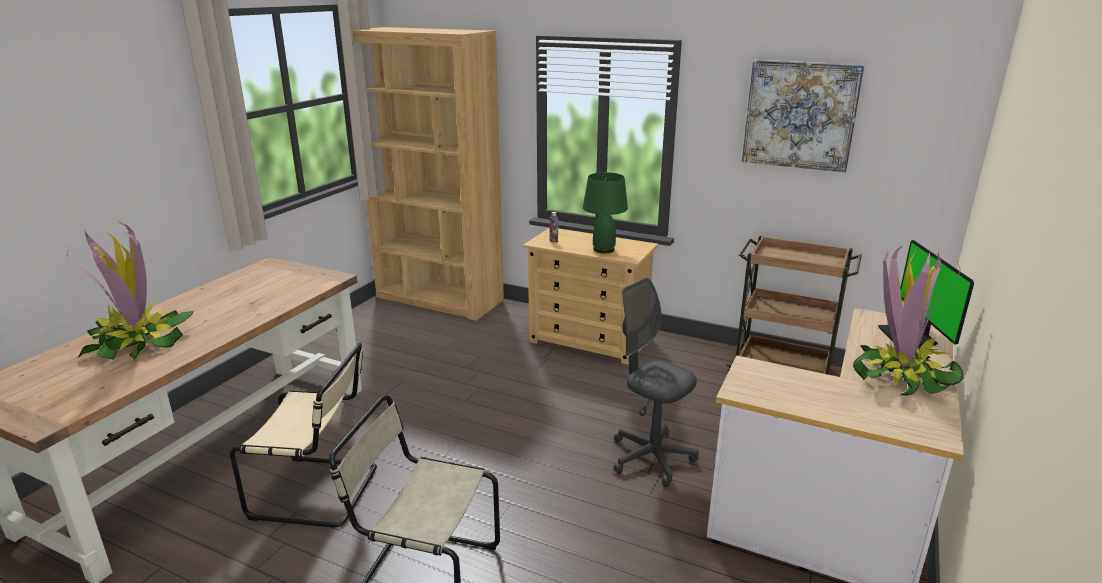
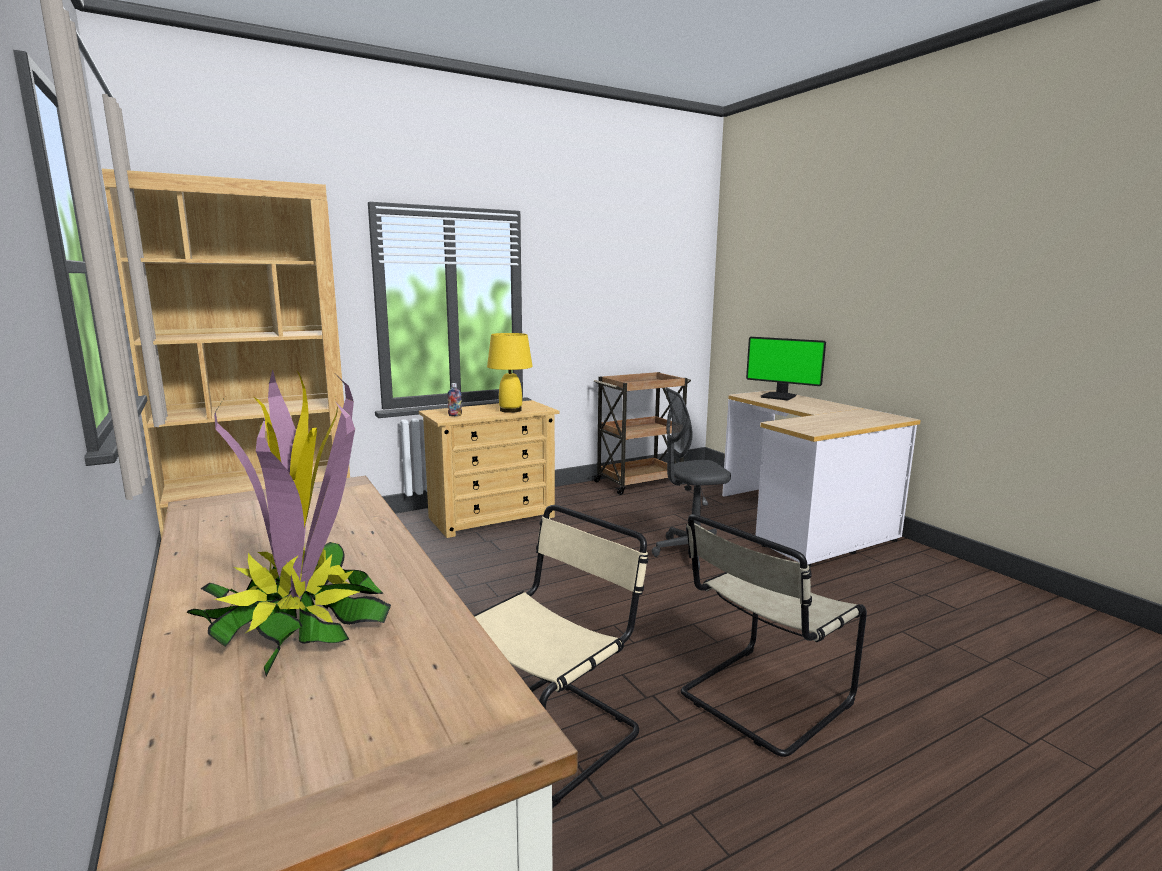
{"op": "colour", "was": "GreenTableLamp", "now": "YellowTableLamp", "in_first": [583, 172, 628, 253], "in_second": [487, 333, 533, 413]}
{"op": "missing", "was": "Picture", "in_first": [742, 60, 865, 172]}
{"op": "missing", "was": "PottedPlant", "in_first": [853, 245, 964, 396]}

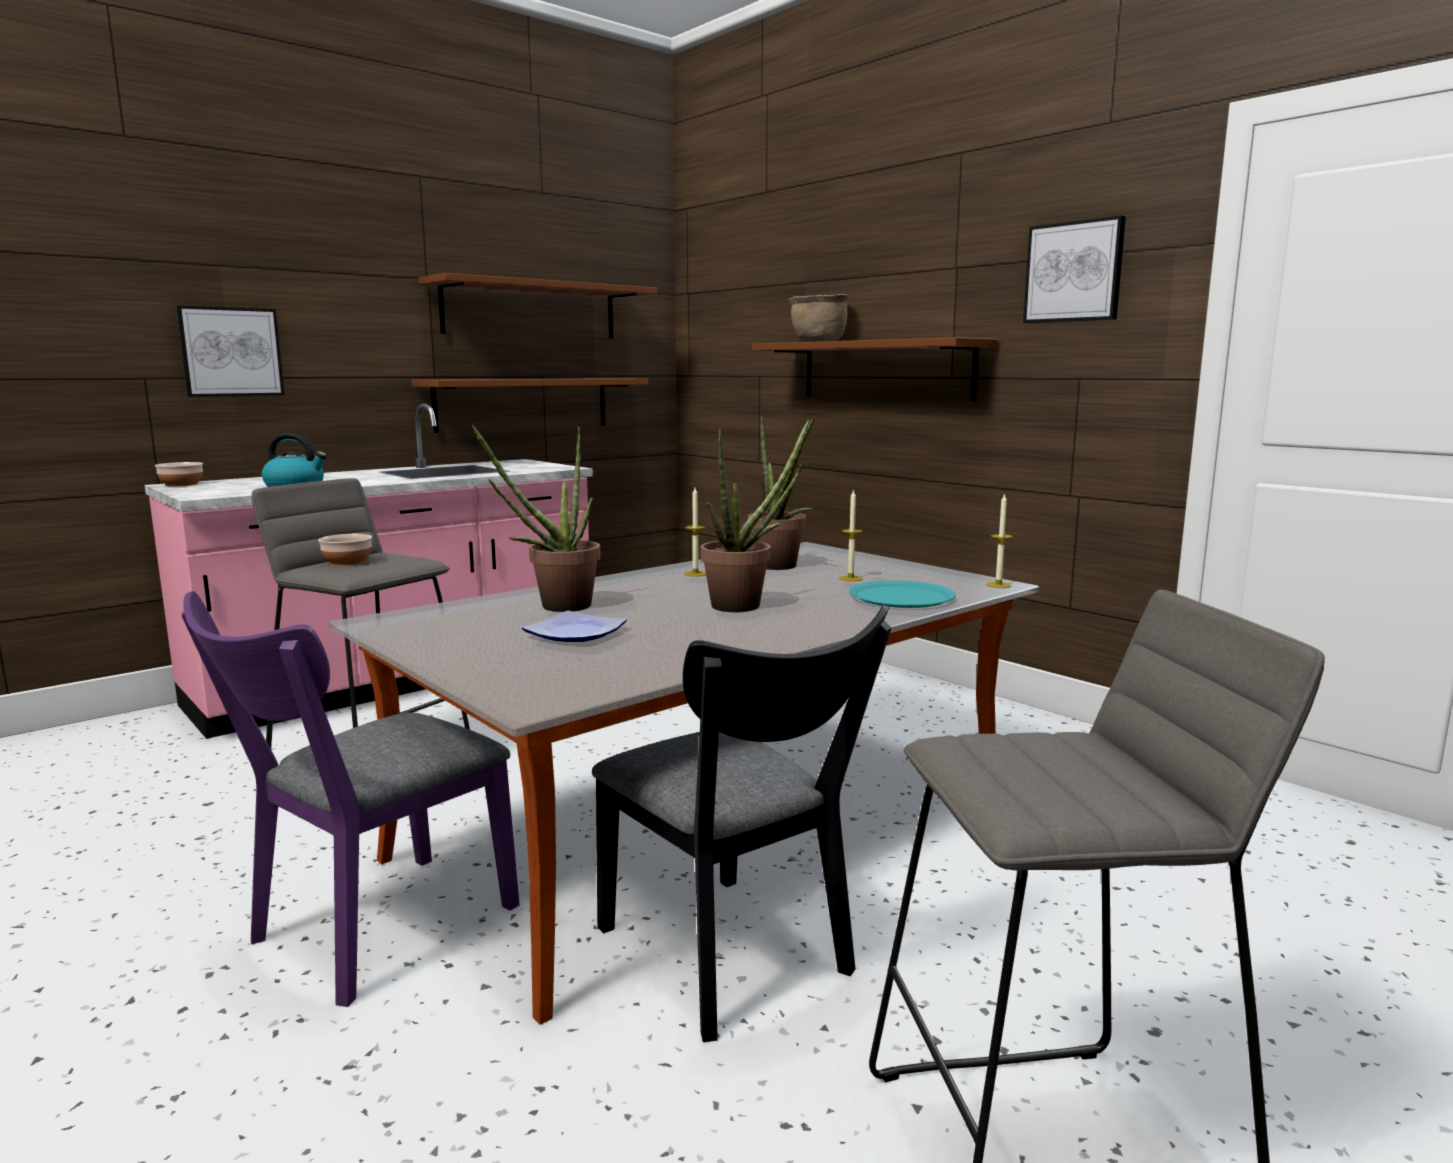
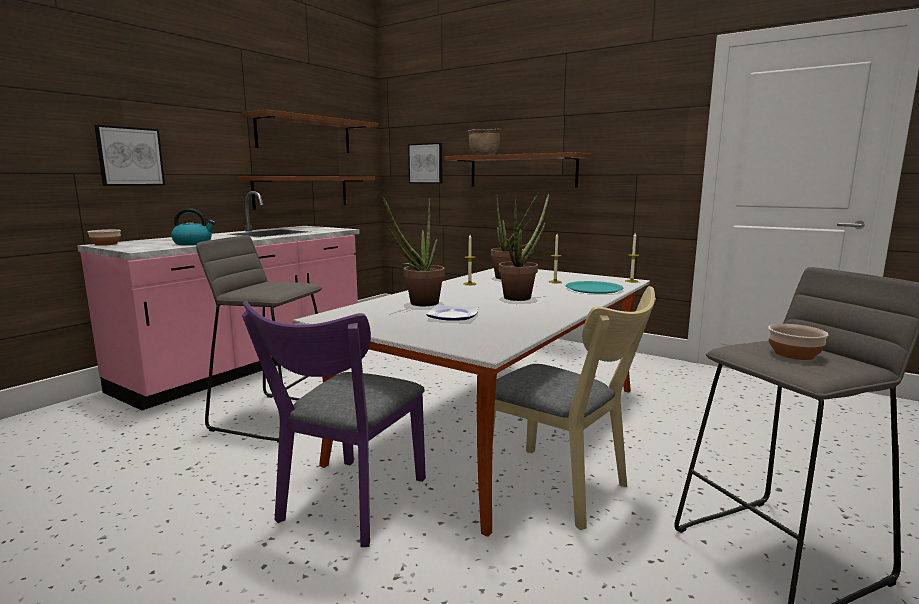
{"op": "relocated", "was": "Picture", "in_first": [1023, 215, 1126, 323], "in_second": [408, 143, 442, 184]}
{"op": "colour", "was": "BlackChair", "now": "BeigeChair", "in_first": [592, 605, 891, 1042], "in_second": [493, 286, 656, 530]}
{"op": "relocated", "was": "Bowl", "in_first": [318, 534, 372, 565], "in_second": [768, 324, 828, 360]}

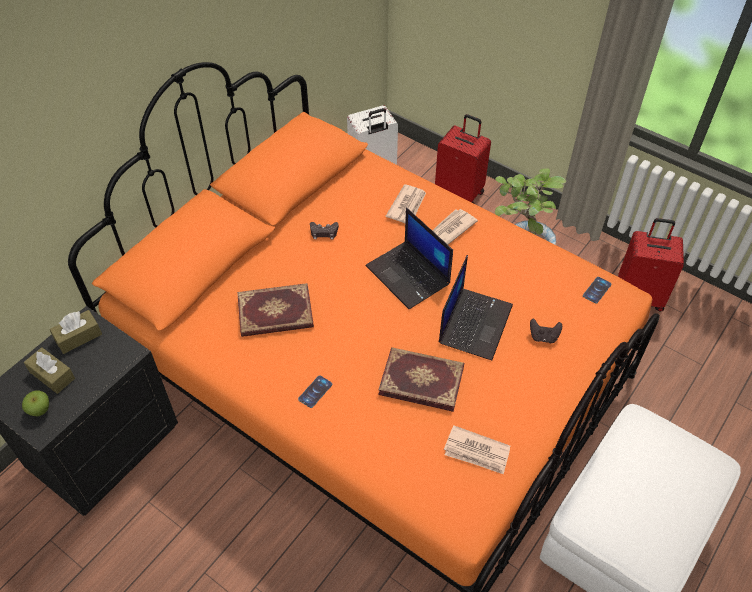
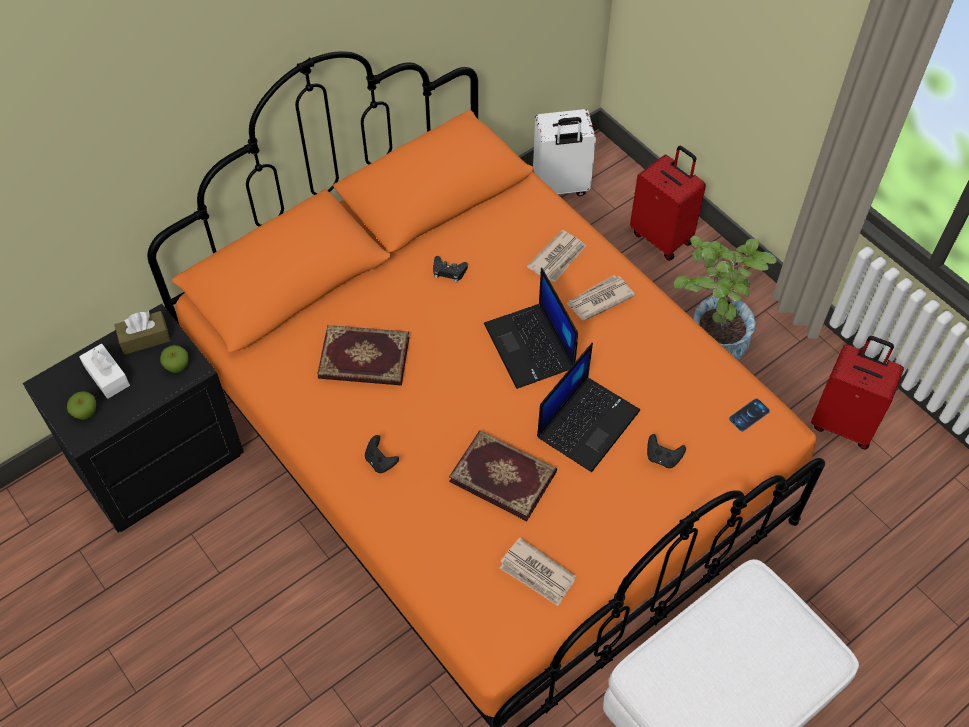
{"op": "colour", "was": "BrownTissueBox", "now": "WhiteTissueBox", "in_first": [24, 347, 75, 394], "in_second": [79, 344, 130, 399]}
{"op": "appeared", "now": "Apple", "in_second": [160, 345, 188, 373]}
{"op": "exchanged", "was": "Phone", "now": "BlackGameController", "in_first": [298, 375, 332, 408], "in_second": [365, 435, 399, 473]}

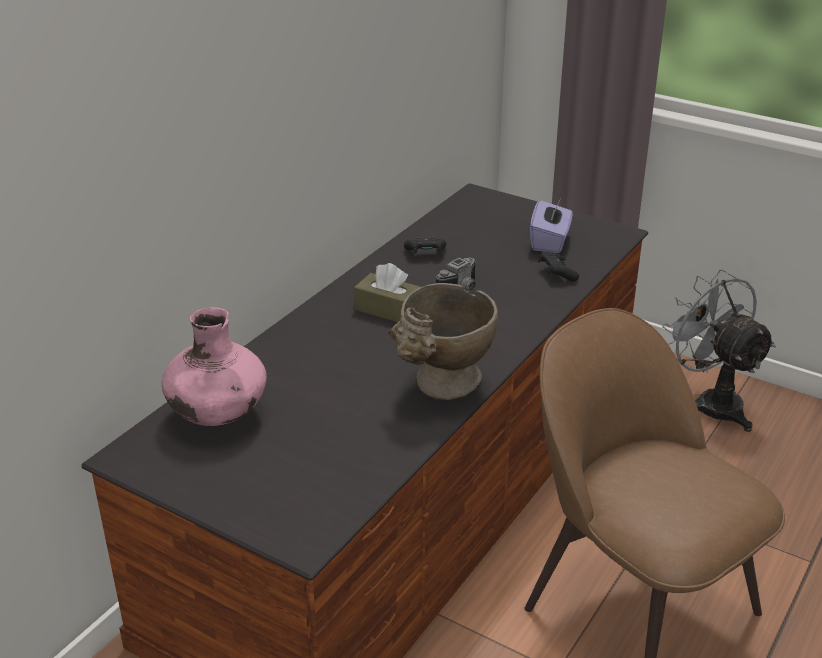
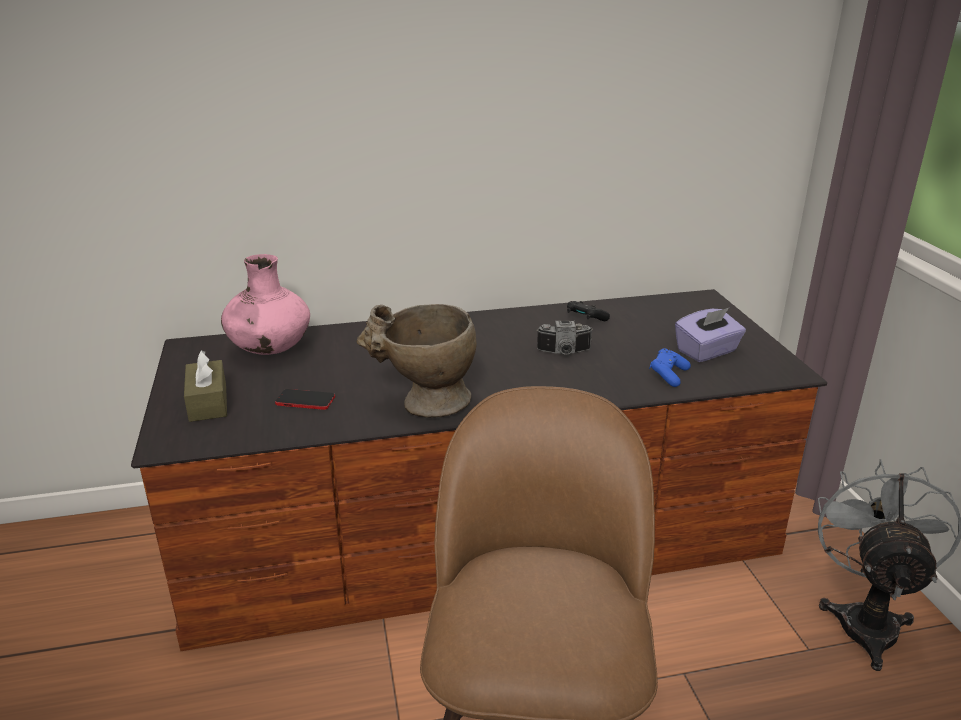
{"op": "relocated", "was": "BrownTissueBox", "in_first": [354, 263, 420, 322], "in_second": [184, 350, 227, 422]}
{"op": "appeared", "now": "Phone", "in_second": [275, 389, 335, 410]}
{"op": "colour", "was": "BlackGameController", "now": "BlueGameController", "in_first": [538, 251, 579, 282], "in_second": [649, 348, 691, 387]}

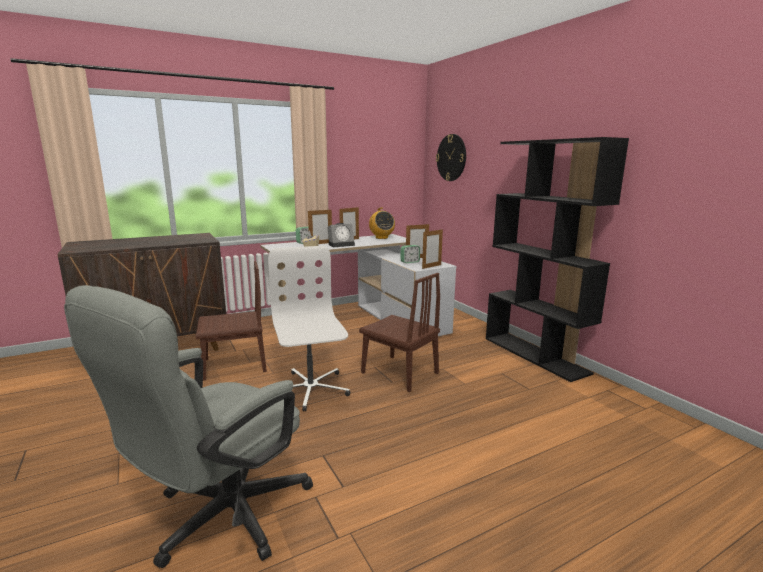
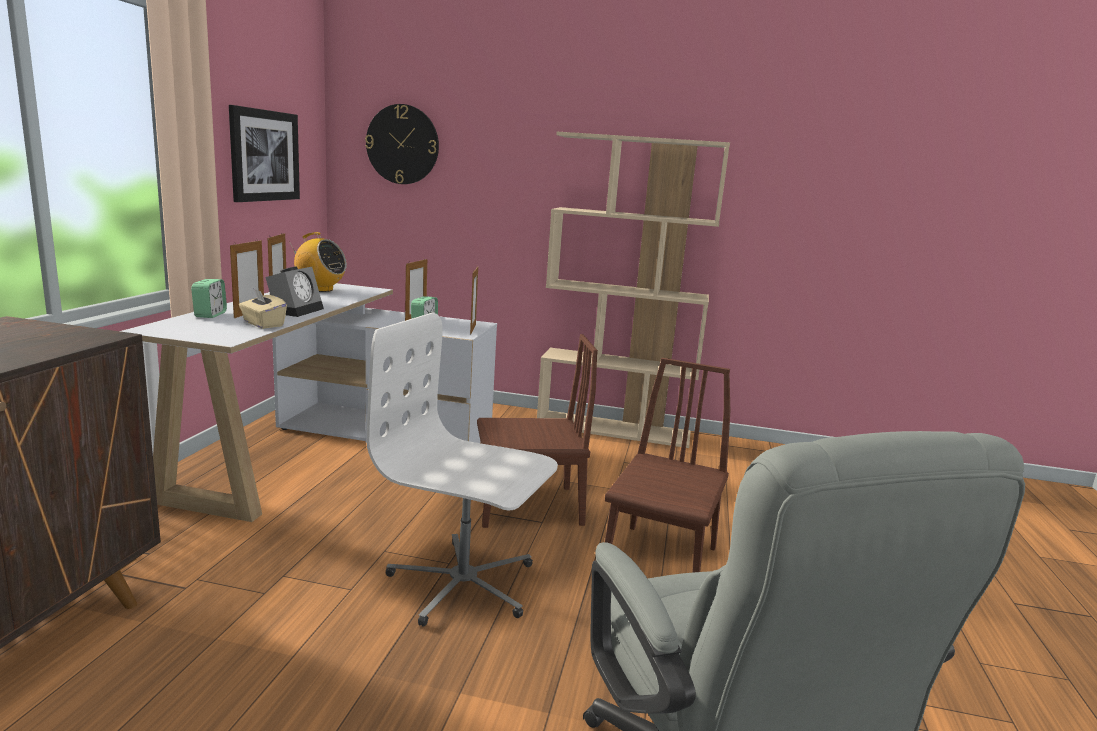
{"op": "appeared", "now": "Picture", "in_second": [229, 105, 300, 202]}
{"op": "colour", "was": "BlackBookcase", "now": "BeigeBookcase", "in_first": [486, 137, 629, 382], "in_second": [537, 132, 730, 448]}
{"op": "relocated", "was": "BrownChair", "in_first": [196, 261, 267, 380], "in_second": [605, 358, 730, 573]}

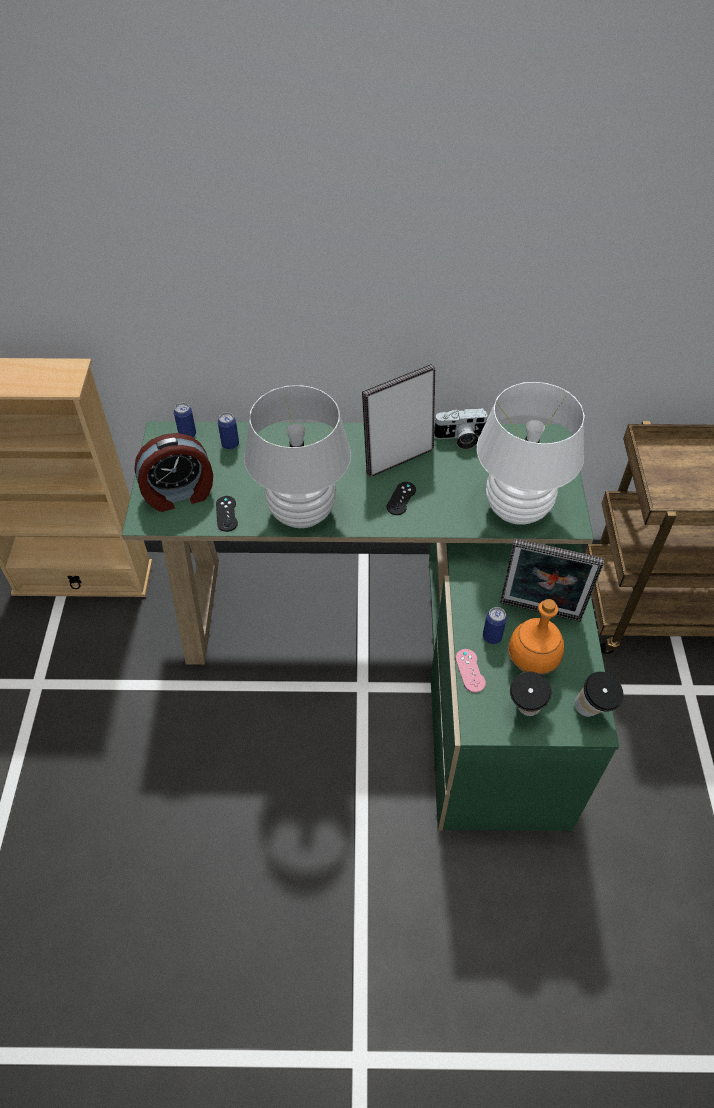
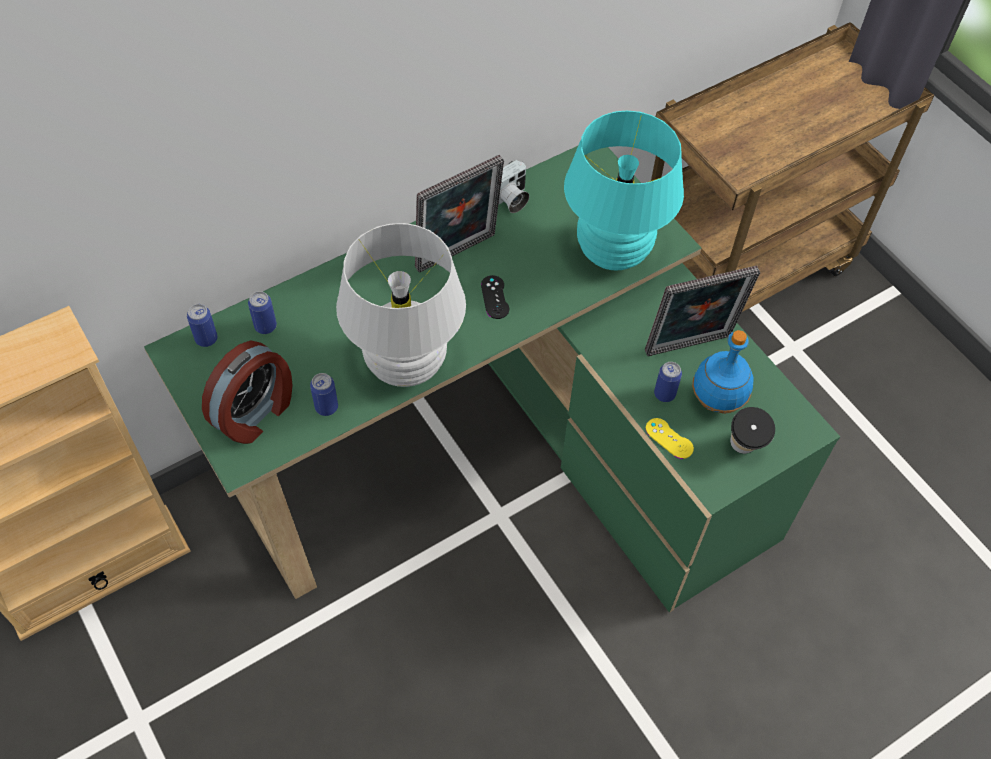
{"op": "exchanged", "was": "BlackGameController", "now": "Can", "in_first": [216, 496, 238, 532], "in_second": [310, 373, 338, 416]}
{"op": "spun", "was": "PictureFrame", "in_first": [362, 364, 435, 477], "in_second": [415, 155, 504, 273], "clockwise": -150}
{"op": "colour", "was": "WhiteTableLamp", "now": "TurquoiseTableLamp", "in_first": [477, 382, 585, 525], "in_second": [564, 111, 684, 271]}
{"op": "colour", "was": "PinkGameController", "now": "YellowGameController", "in_first": [455, 649, 486, 692], "in_second": [646, 418, 694, 459]}
{"op": "colour", "was": "OrangeBottle", "now": "BlueBottle", "in_first": [508, 599, 564, 675], "in_second": [692, 330, 753, 414]}
{"op": "missing", "was": "Cup", "in_first": [575, 672, 624, 717]}

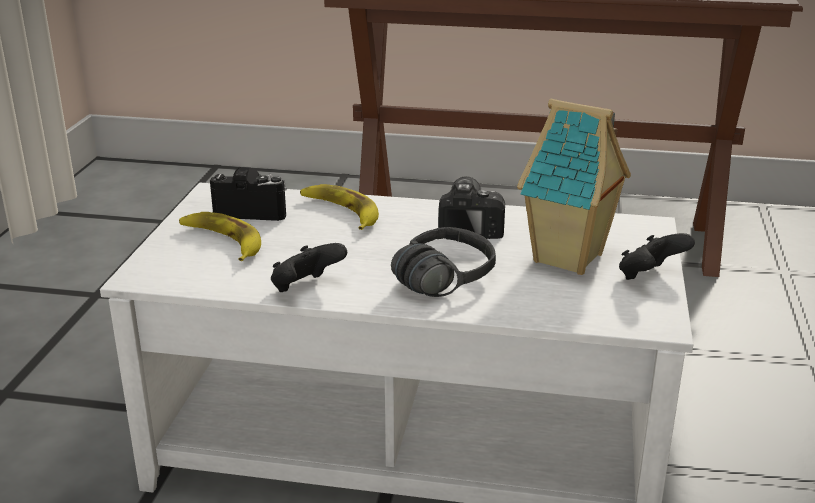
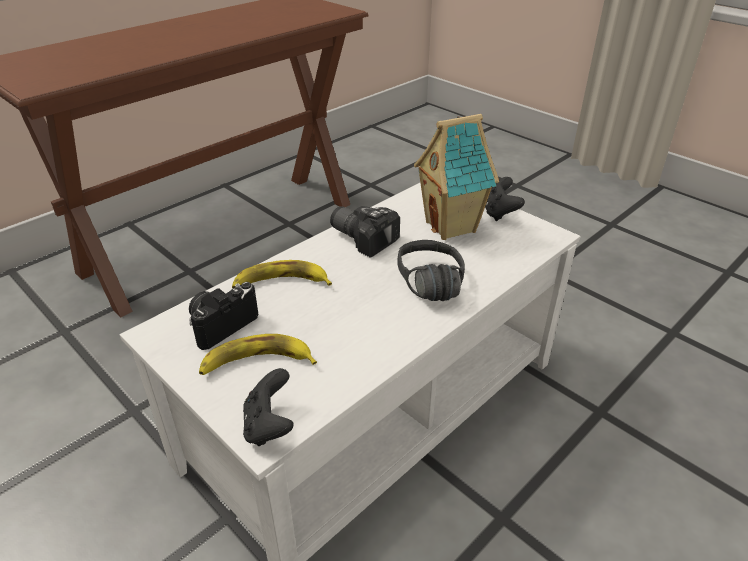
{"op": "relocated", "was": "BlackGameController", "in_first": [271, 243, 347, 292], "in_second": [243, 368, 294, 446]}

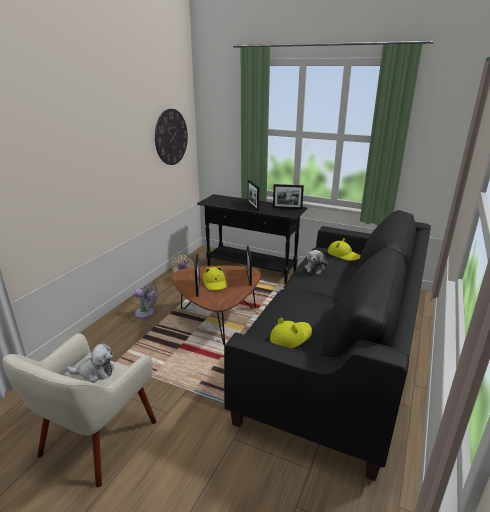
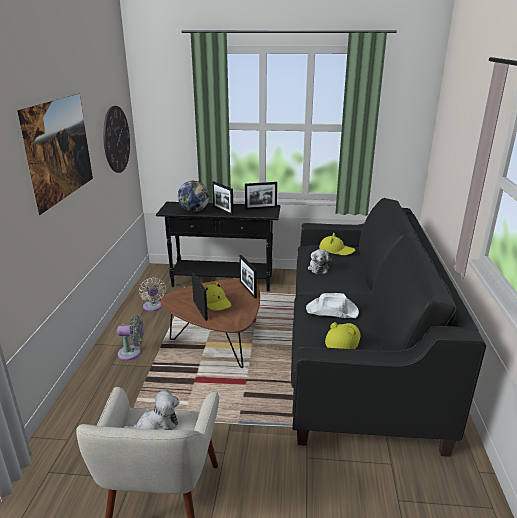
{"op": "appeared", "now": "Picture", "in_second": [17, 93, 93, 215]}
{"op": "appeared", "now": "Globe", "in_second": [178, 181, 209, 212]}
{"op": "appeared", "now": "WhiteHat", "in_second": [306, 293, 359, 318]}

